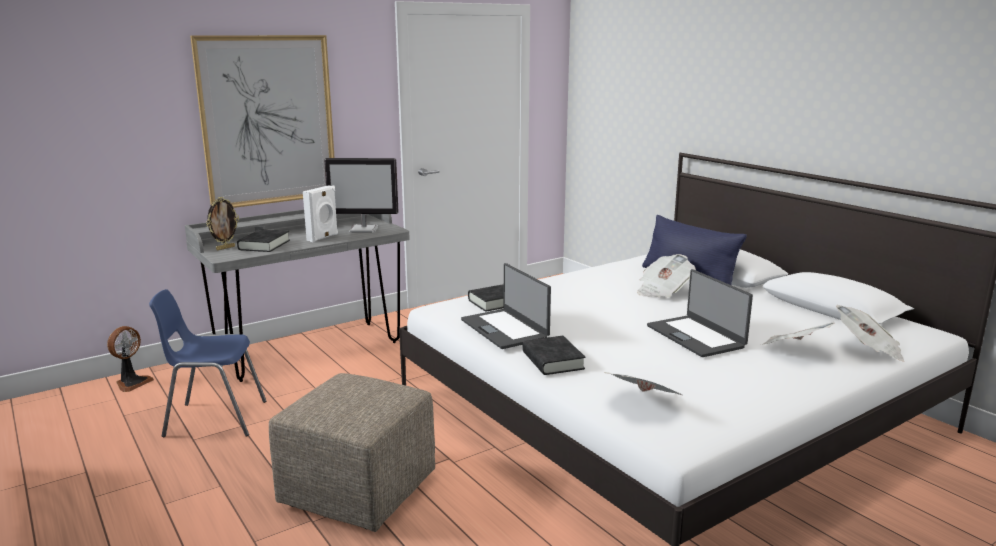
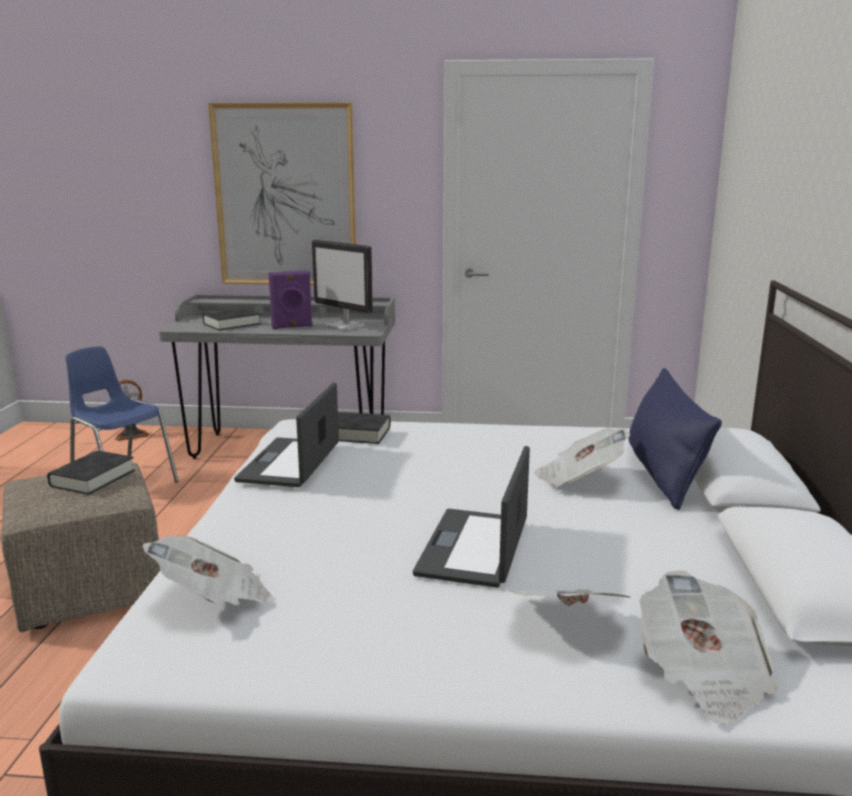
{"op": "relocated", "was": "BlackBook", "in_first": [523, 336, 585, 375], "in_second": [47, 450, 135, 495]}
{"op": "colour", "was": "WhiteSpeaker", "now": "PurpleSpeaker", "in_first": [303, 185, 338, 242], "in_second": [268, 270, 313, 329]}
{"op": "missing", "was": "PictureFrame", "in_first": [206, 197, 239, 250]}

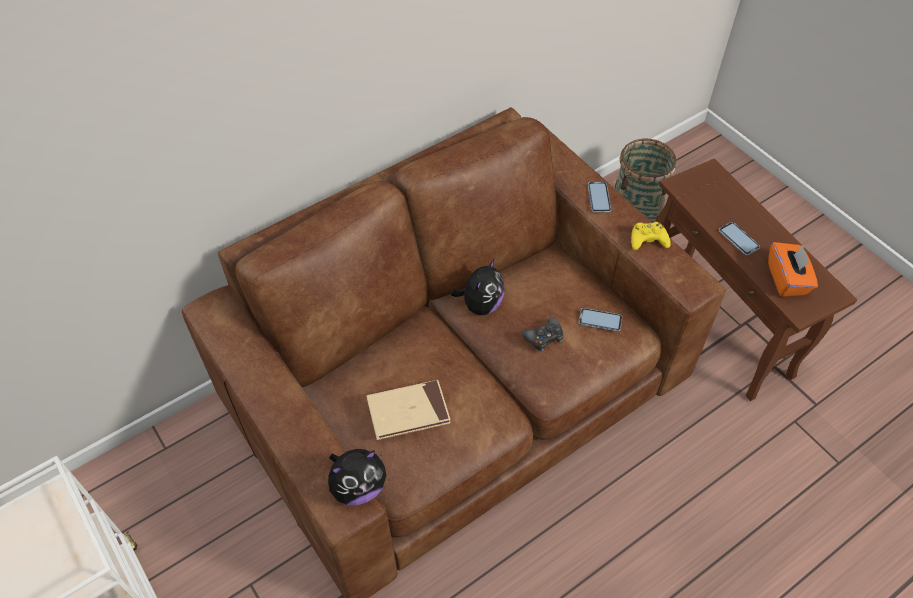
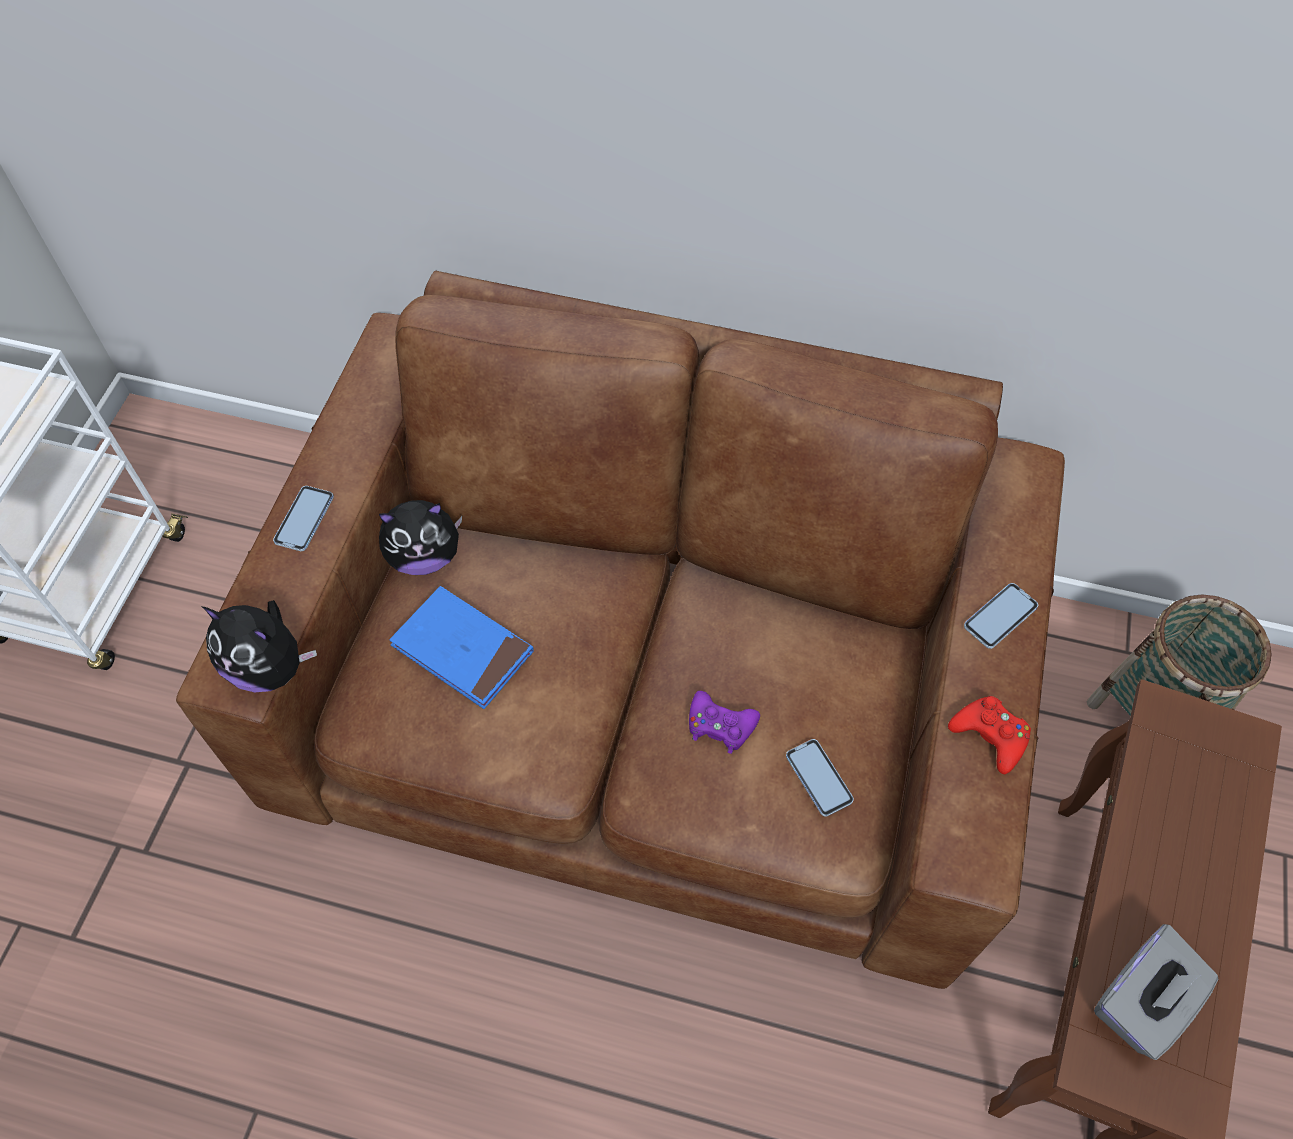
{"op": "relocated", "was": "Phone", "in_first": [719, 222, 760, 255], "in_second": [273, 486, 334, 551]}
{"op": "relocated", "was": "PlushToy", "in_first": [451, 258, 505, 315], "in_second": [379, 500, 462, 575]}
{"op": "colour", "was": "BeigeBook", "now": "BlueBook", "in_first": [367, 380, 450, 440], "in_second": [390, 586, 534, 709]}
{"op": "colour", "was": "BlackGameController", "now": "PurpleGameController", "in_first": [522, 317, 563, 352], "in_second": [689, 691, 760, 754]}
{"op": "colour", "was": "YellowGameController", "now": "RedGameController", "in_first": [631, 222, 671, 250], "in_second": [948, 696, 1031, 774]}
{"op": "colour", "was": "OrangeTissueBox", "now": "GreyTissueBox", "in_first": [768, 242, 818, 297], "in_second": [1094, 924, 1218, 1060]}

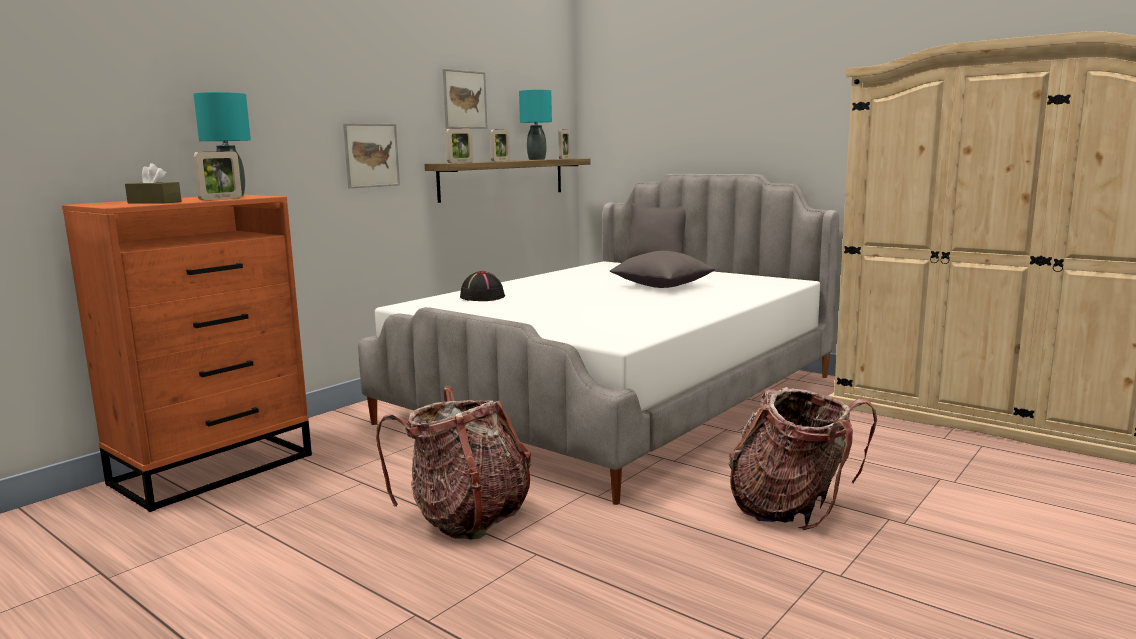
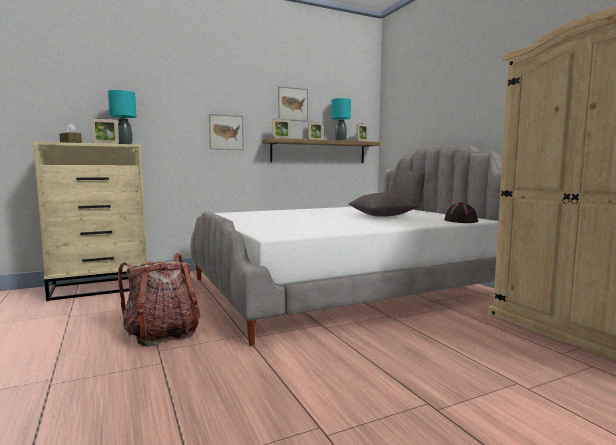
{"op": "colour", "was": "OrangeDresser", "now": "BeigeDresser", "in_first": [62, 195, 312, 512], "in_second": [33, 142, 147, 301]}
{"op": "relocated", "was": "BlackHat", "in_first": [460, 271, 505, 301], "in_second": [444, 202, 478, 223]}
{"op": "missing", "was": "Backpack", "in_first": [728, 387, 877, 530]}

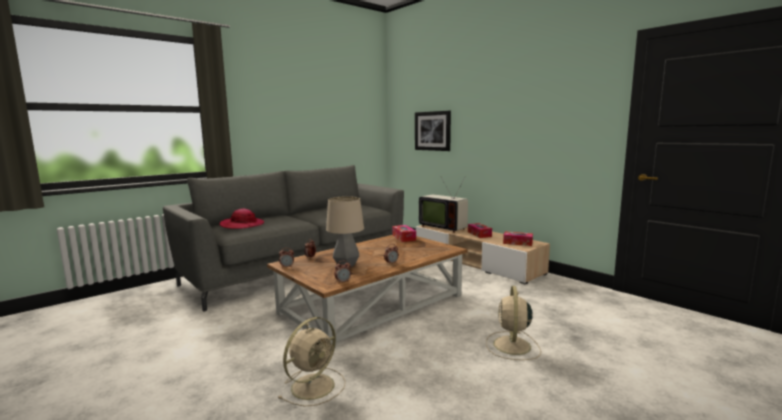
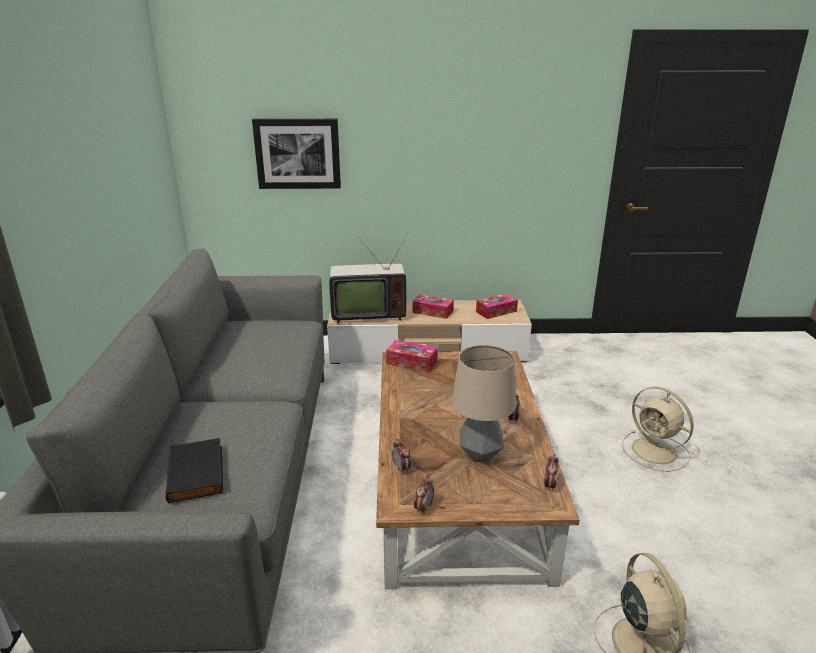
{"op": "exchanged", "was": "Hat", "now": "BlackBook", "in_first": [219, 208, 264, 229], "in_second": [166, 438, 223, 503]}

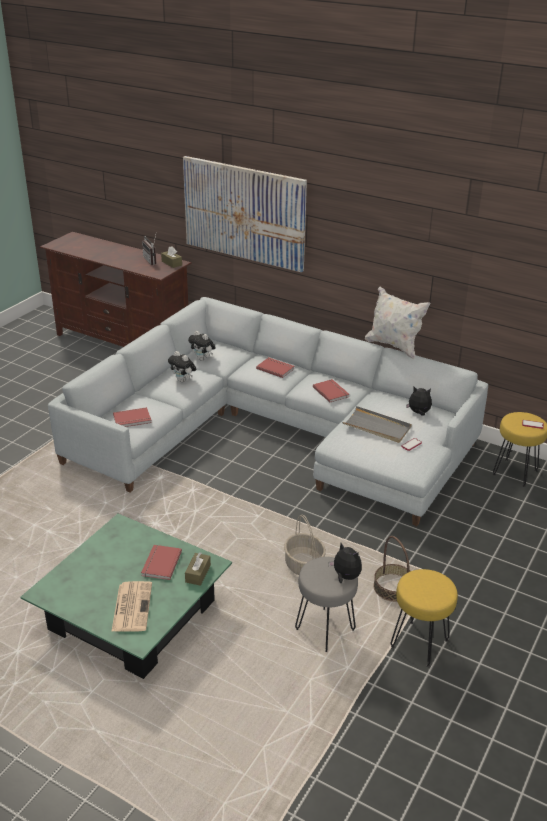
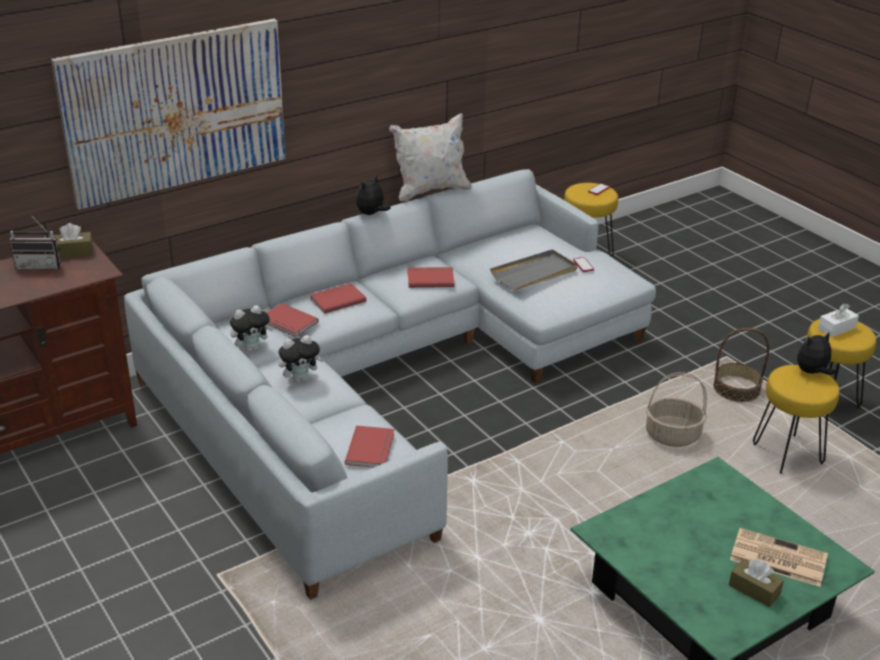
{"op": "relocated", "was": "RedBook", "in_first": [141, 545, 182, 580], "in_second": [266, 303, 319, 337]}
{"op": "relocated", "was": "PlushToy", "in_first": [406, 387, 432, 416], "in_second": [356, 174, 391, 215]}
{"op": "relocated", "was": "BrownTissueBox", "in_first": [185, 552, 211, 586], "in_second": [729, 559, 784, 607]}
{"op": "colour", "was": "GreyStool", "now": "YellowStool", "in_first": [295, 557, 358, 652], "in_second": [753, 365, 840, 474]}
{"op": "appeared", "now": "WhiteTissueBox", "in_second": [818, 304, 859, 338]}

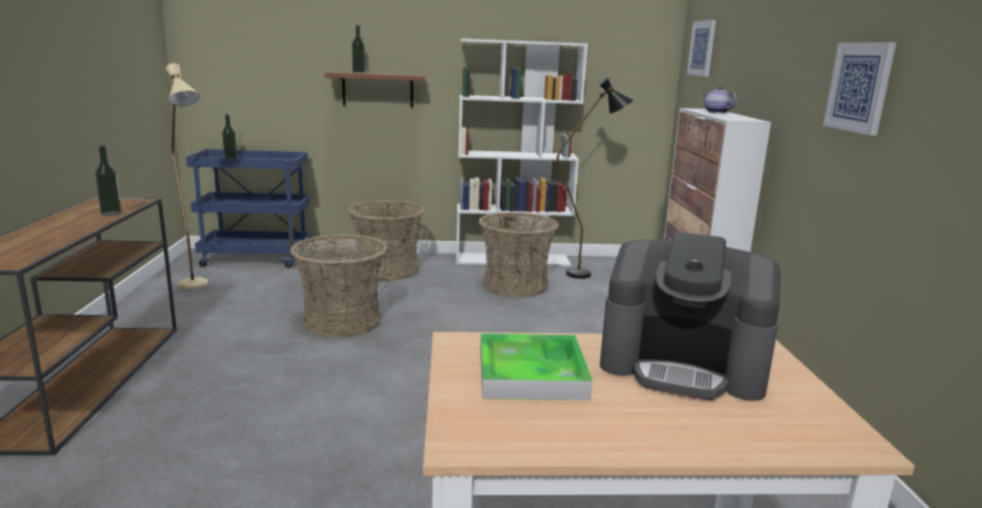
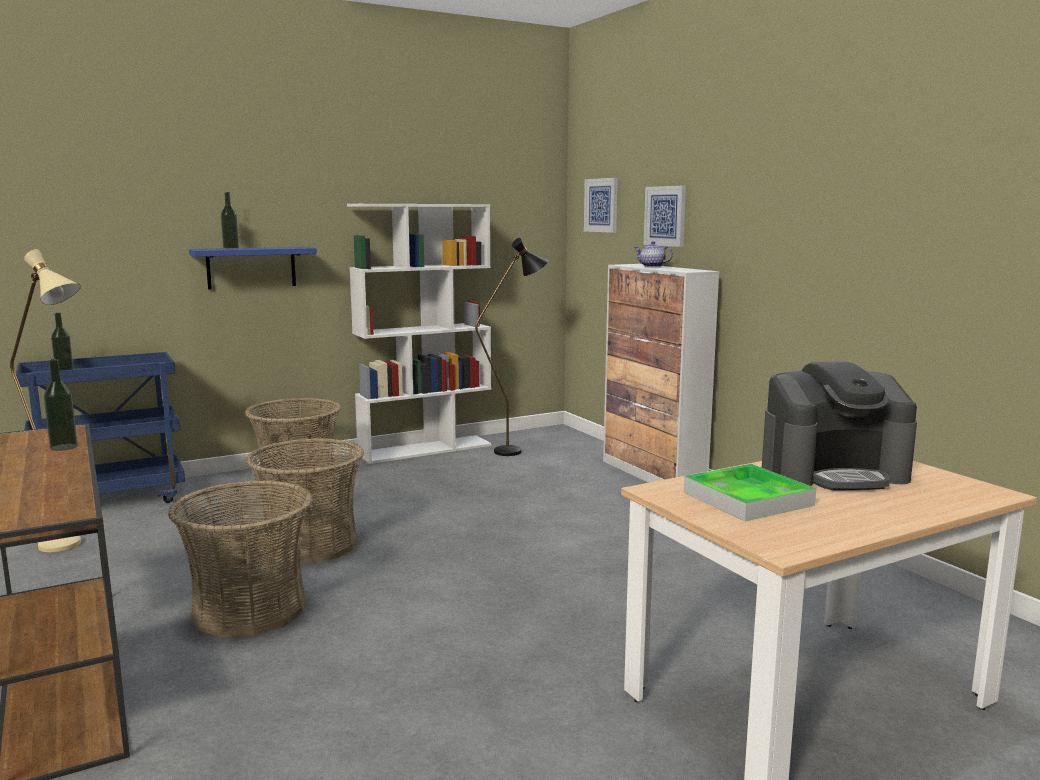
{"op": "relocated", "was": "Basket", "in_first": [479, 212, 559, 297], "in_second": [168, 480, 313, 637]}
{"op": "colour", "was": "BrownShelf", "now": "BlueShelf", "in_first": [325, 72, 425, 108], "in_second": [189, 247, 317, 290]}
{"op": "relocated", "was": "Picture", "in_first": [823, 42, 896, 136], "in_second": [644, 186, 686, 247]}

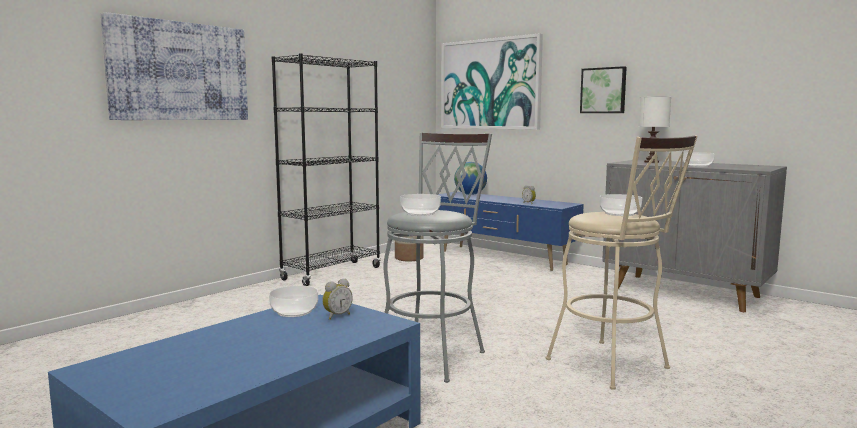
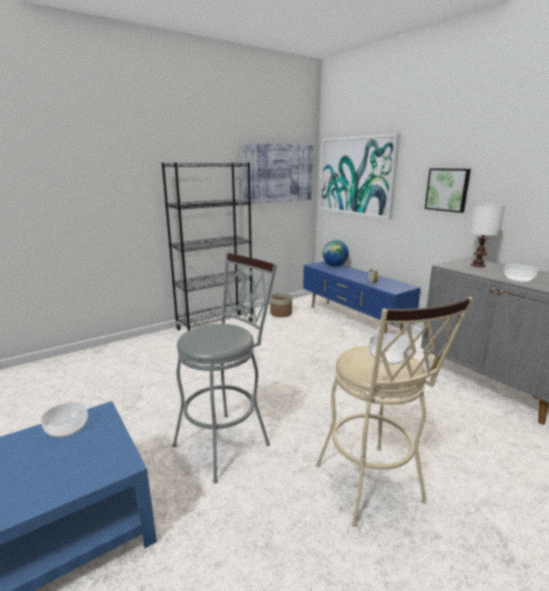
{"op": "relocated", "was": "Picture", "in_first": [101, 12, 248, 120], "in_second": [242, 143, 313, 204]}
{"op": "missing", "was": "AlarmClock", "in_first": [322, 278, 353, 320]}
{"op": "missing", "was": "Bowl", "in_first": [400, 194, 441, 216]}

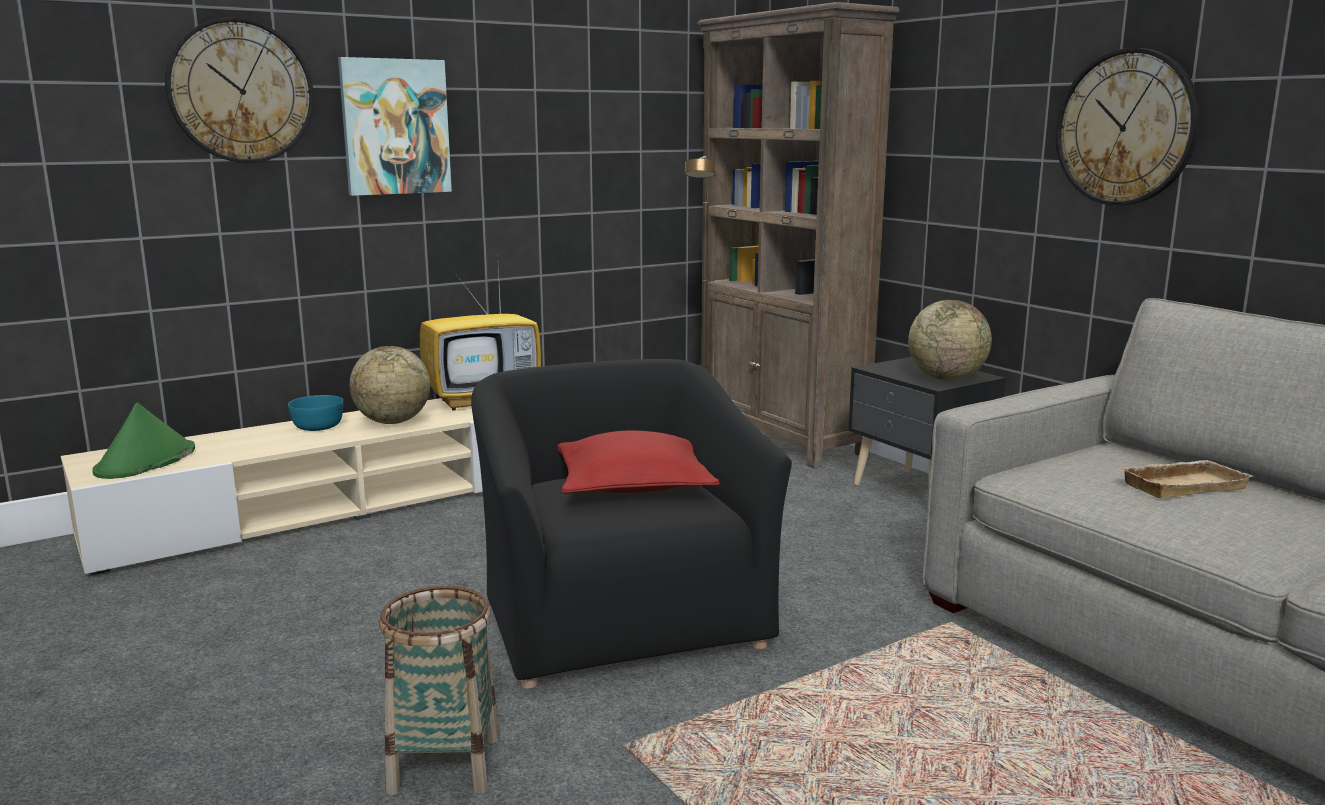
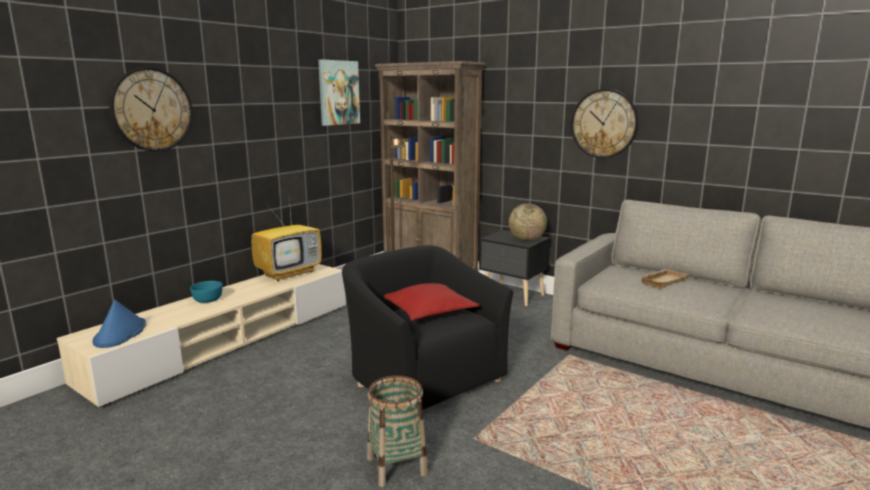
{"op": "colour", "was": "GreenHat", "now": "BlueHat", "in_first": [92, 403, 195, 479], "in_second": [92, 300, 146, 348]}
{"op": "relocated", "was": "Picture", "in_first": [338, 57, 452, 196], "in_second": [318, 59, 360, 126]}
{"op": "missing", "was": "Globe", "in_first": [350, 346, 430, 424]}

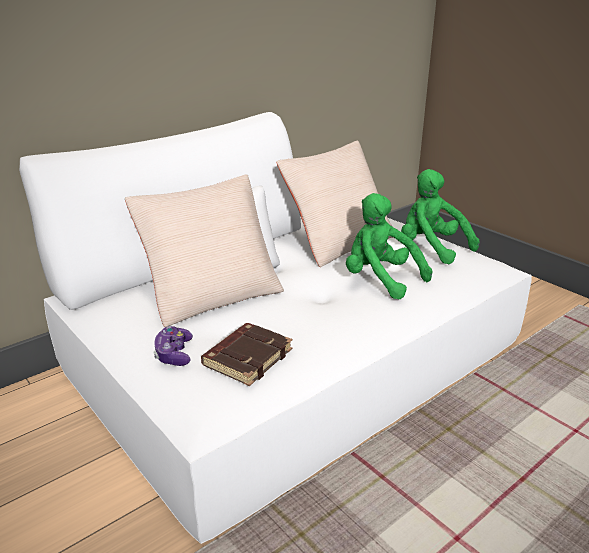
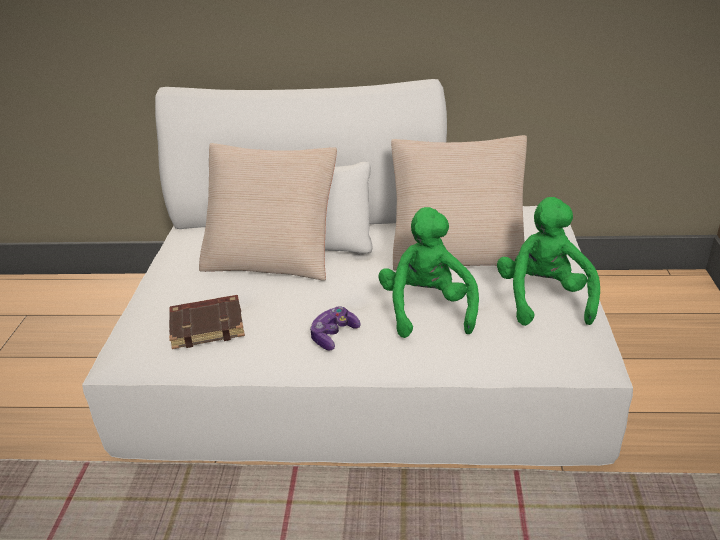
{"op": "relocated", "was": "GameController", "in_first": [153, 326, 193, 366], "in_second": [310, 307, 361, 350]}

